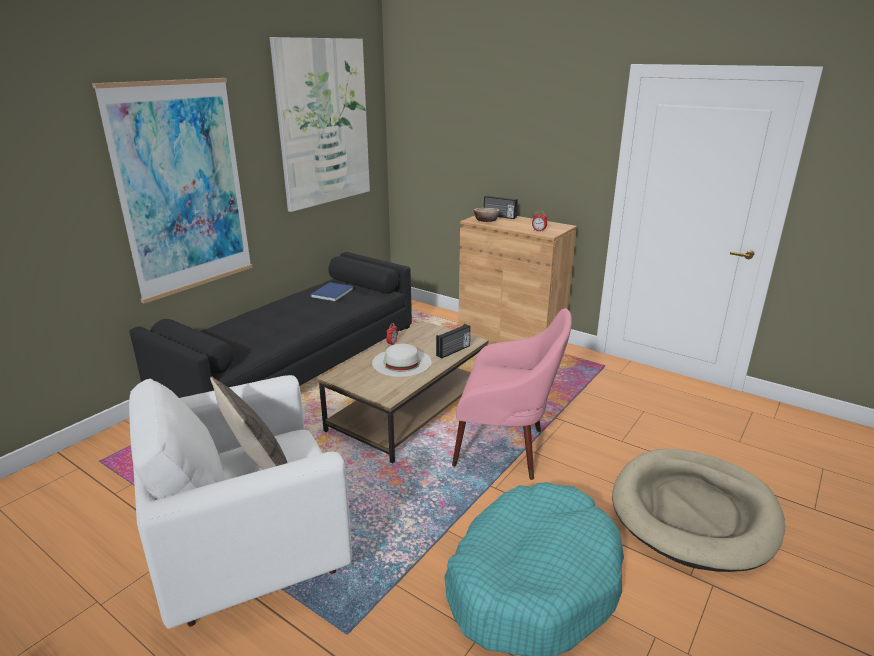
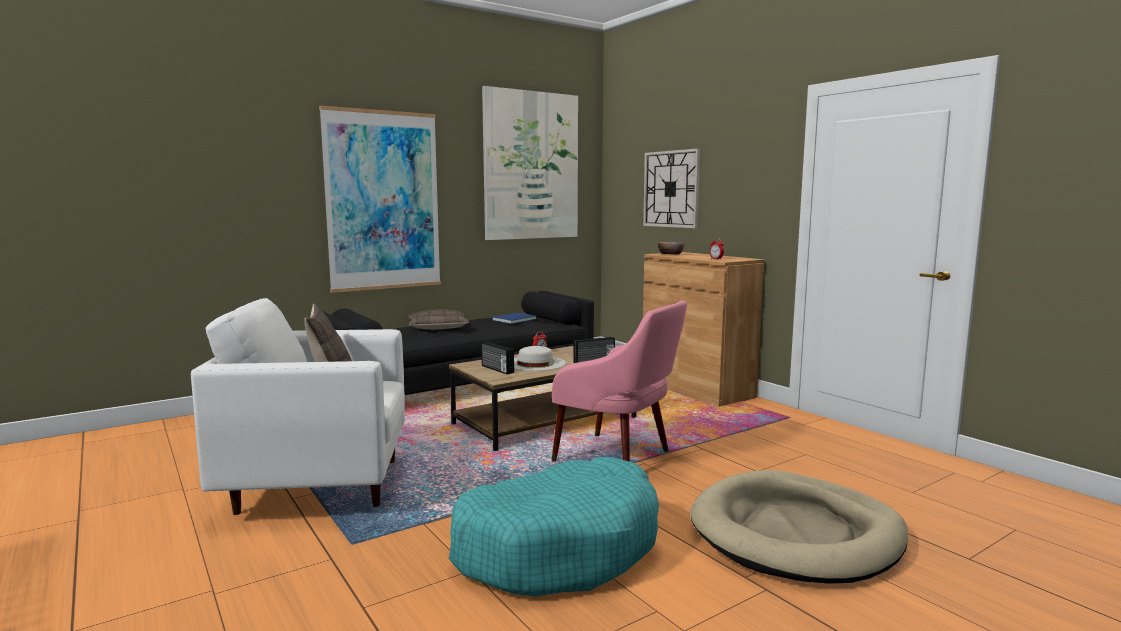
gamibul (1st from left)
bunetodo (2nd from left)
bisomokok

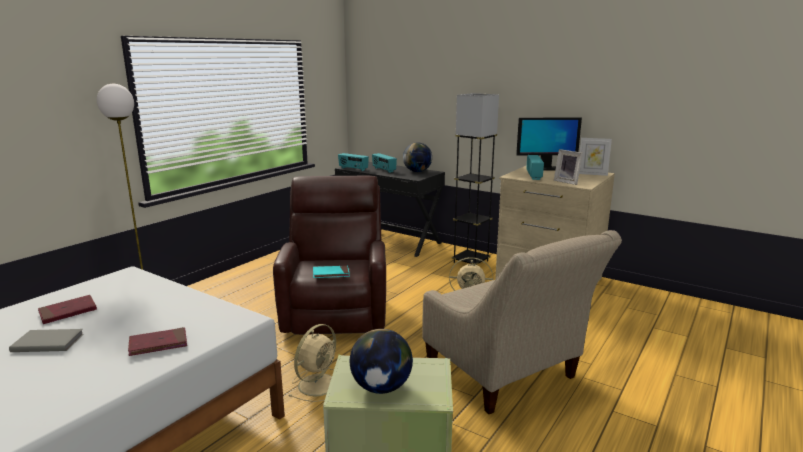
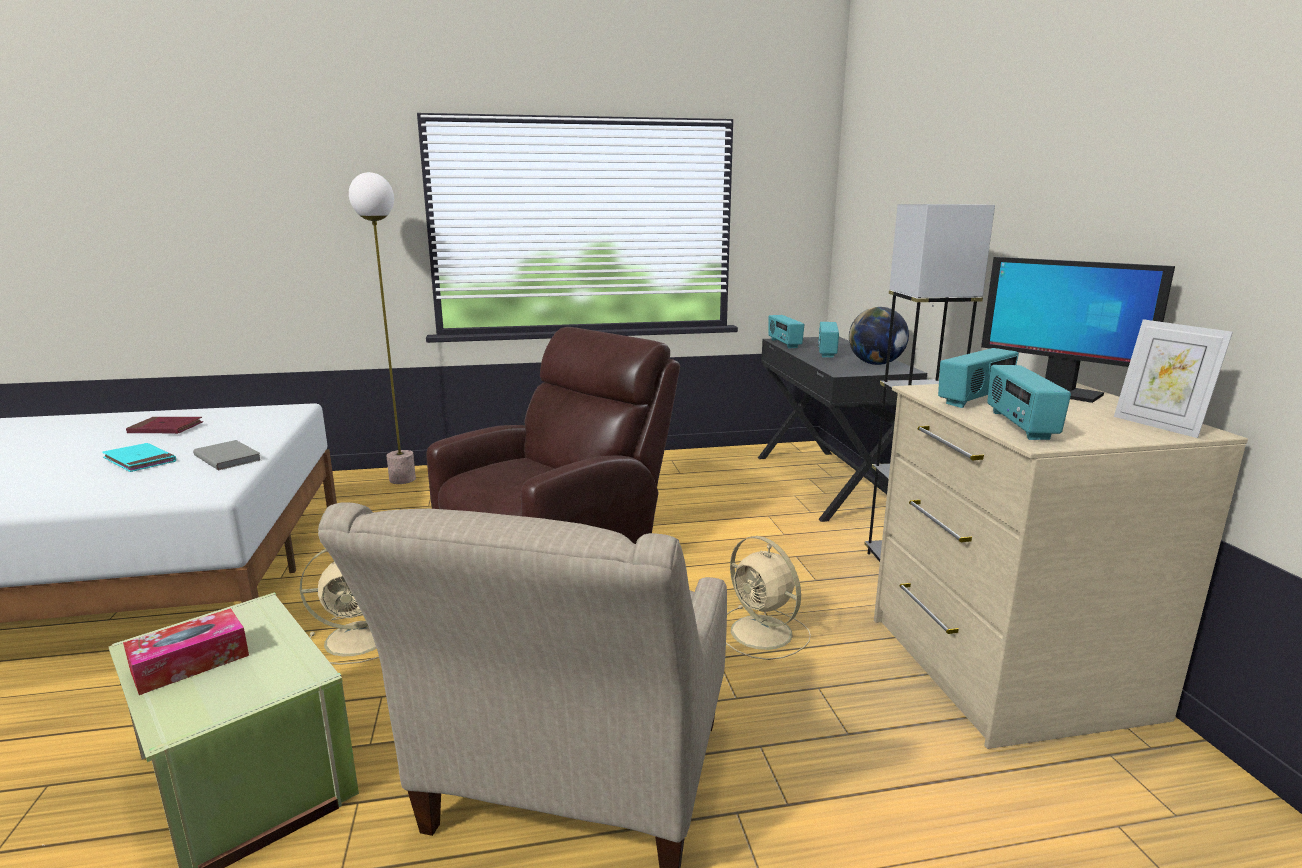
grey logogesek
red logogesek (2nd from left in the first image)
turquoise logogesek
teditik
gamibul (4th from left)

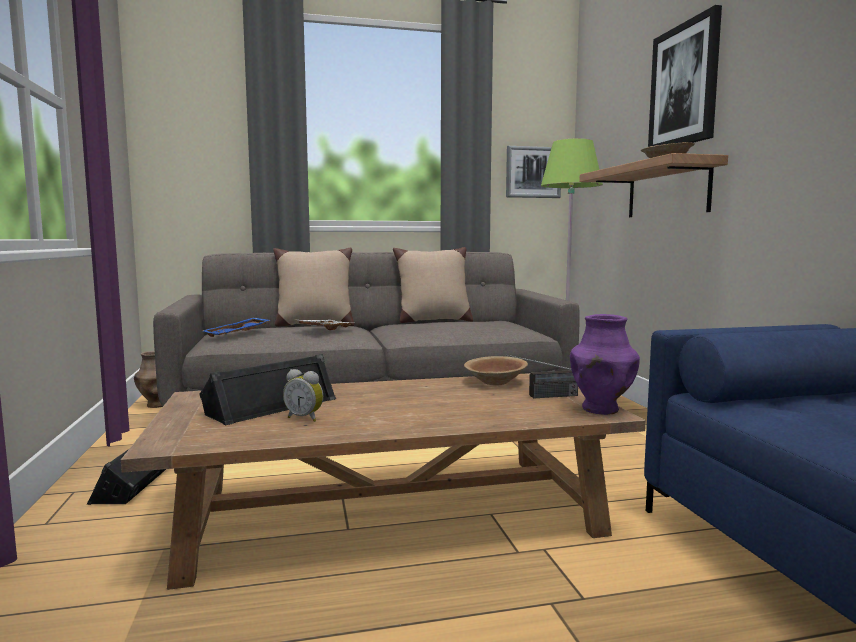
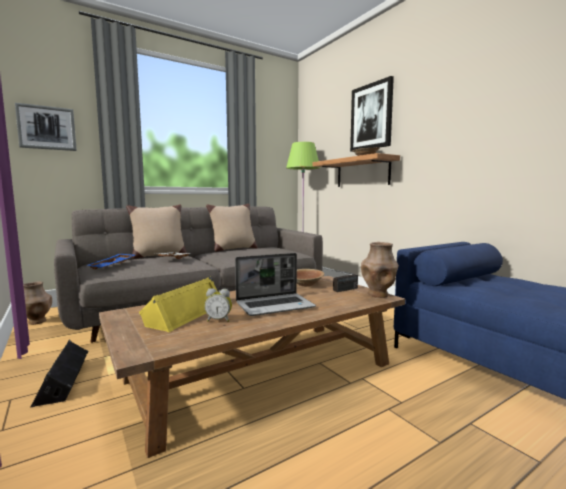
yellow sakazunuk
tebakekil (1st from left)
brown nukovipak (2nd from left)
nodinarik

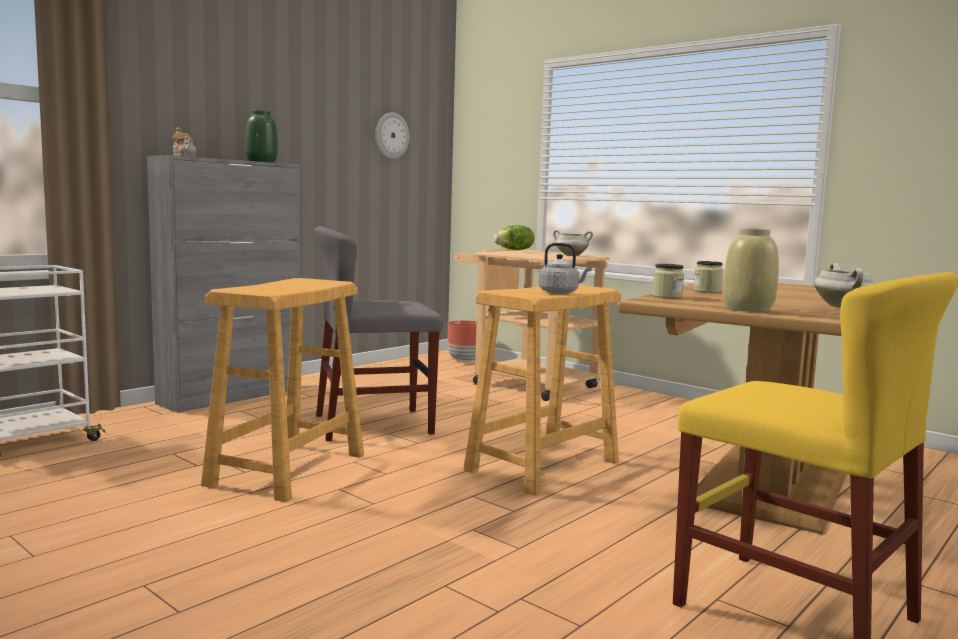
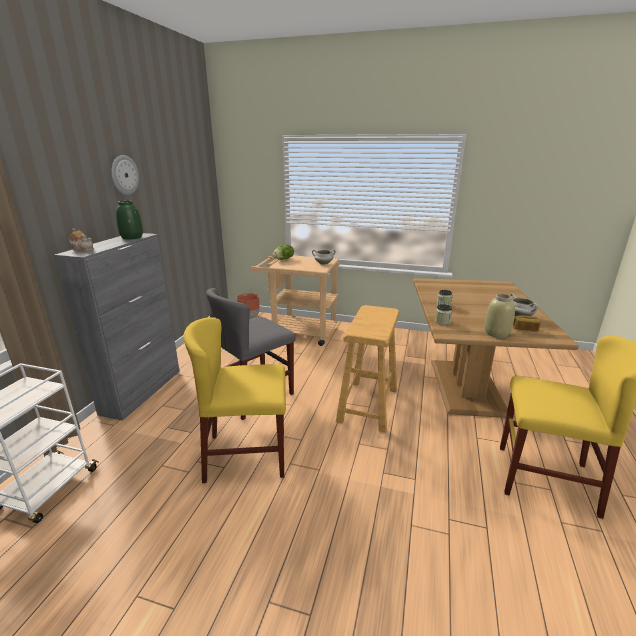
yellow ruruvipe (1st from left)
bisomokok
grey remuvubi
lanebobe

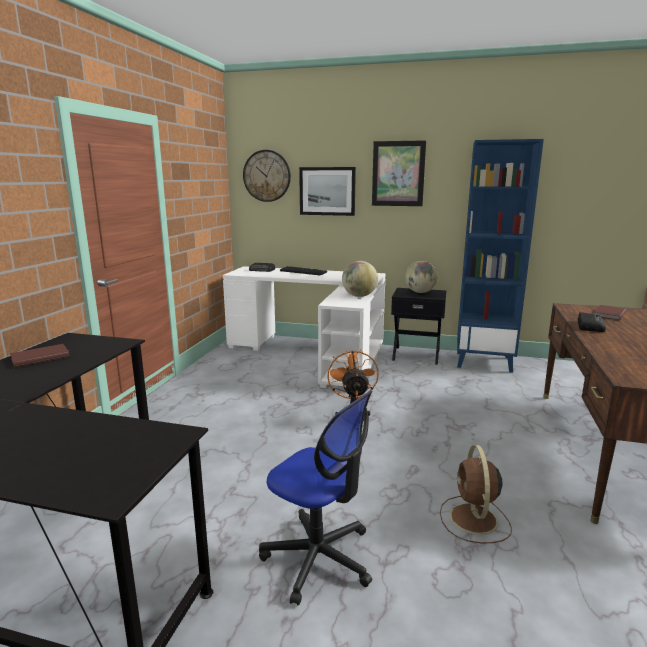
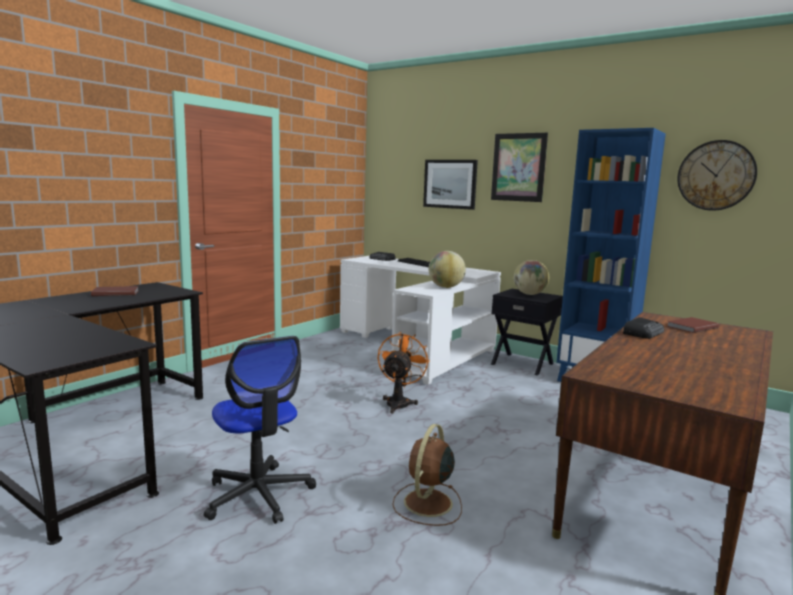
bisomokok

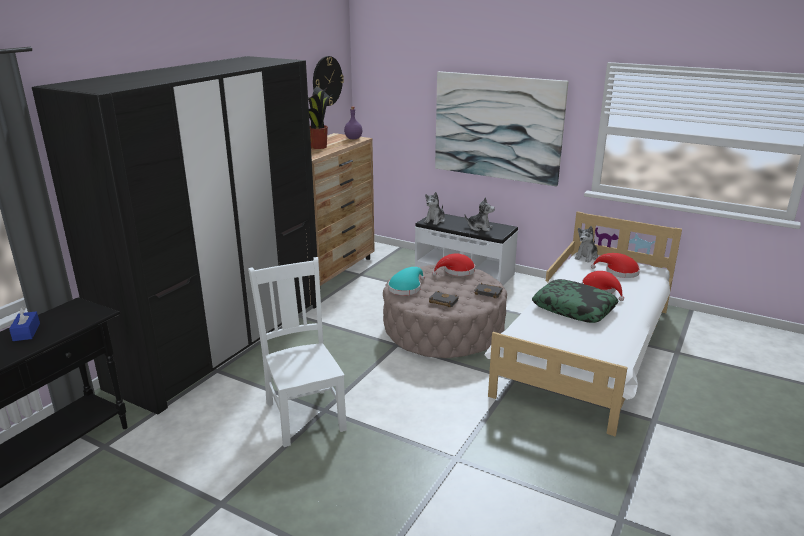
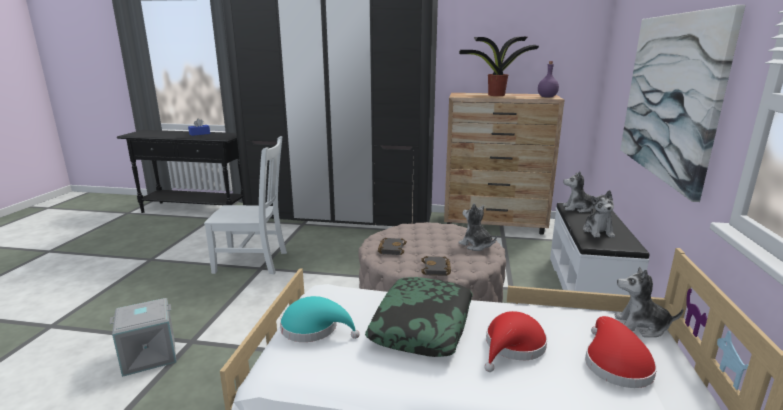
white ruruvipe
bisomokok
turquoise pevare
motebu (1st from left)
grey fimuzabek

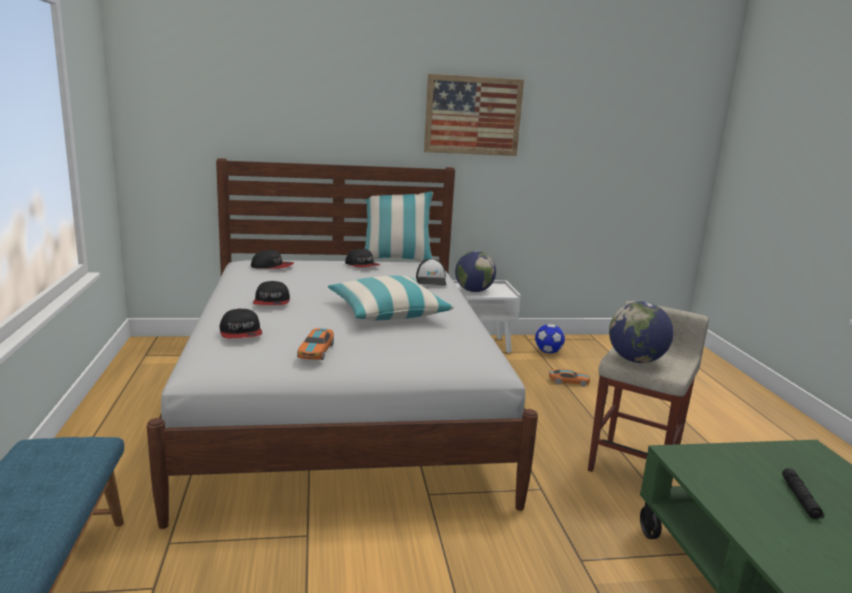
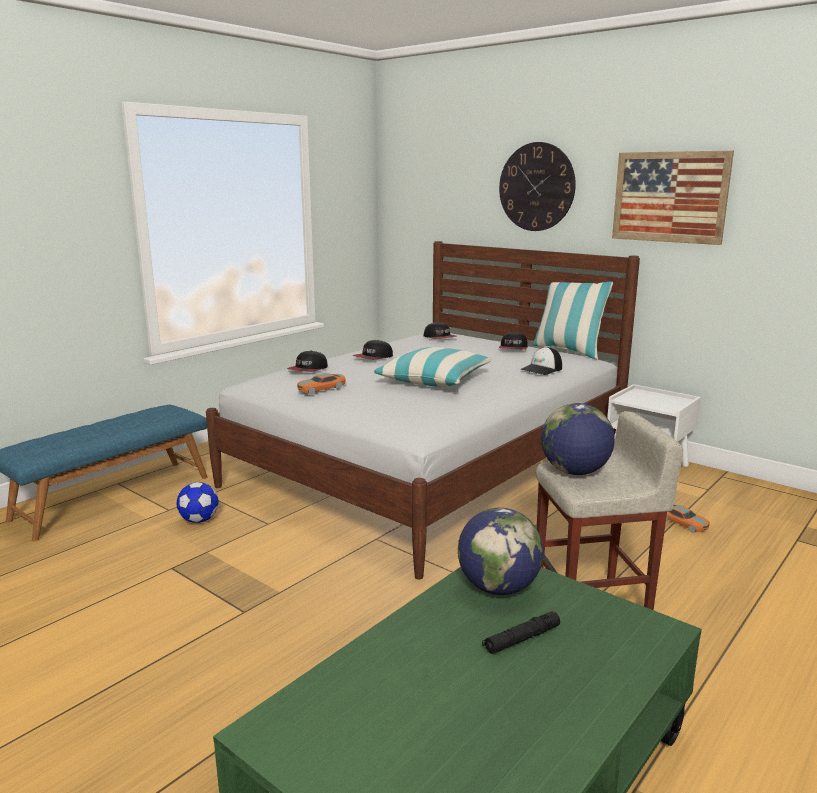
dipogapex (1st from left)
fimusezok
bisomokok

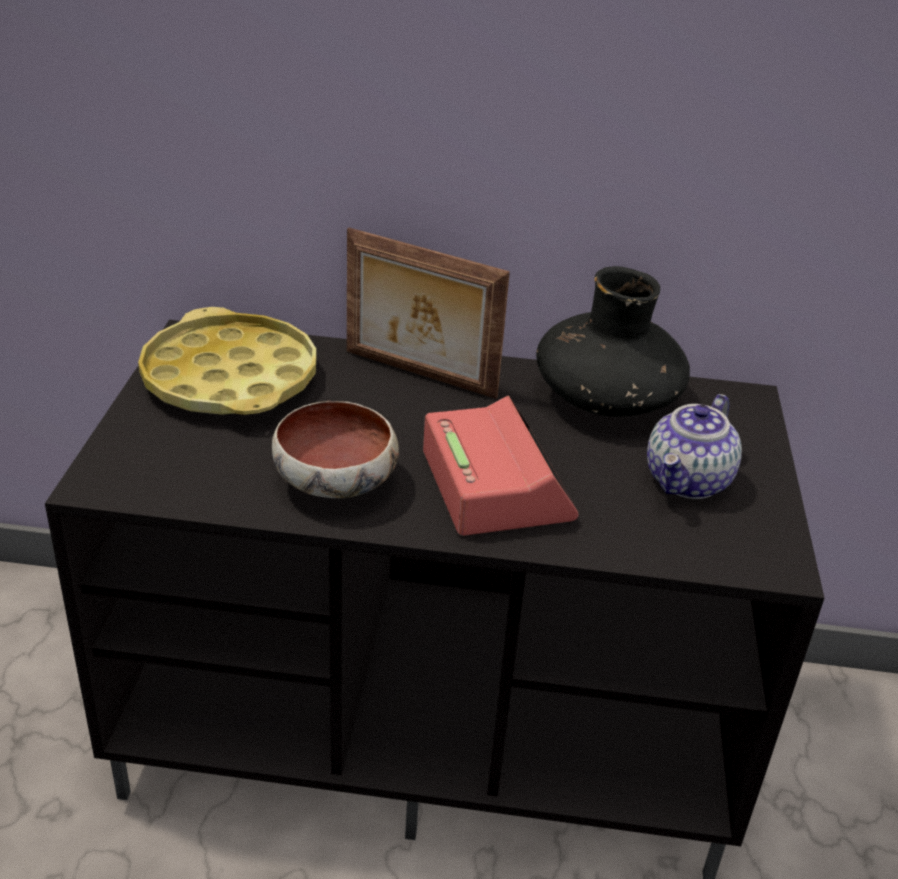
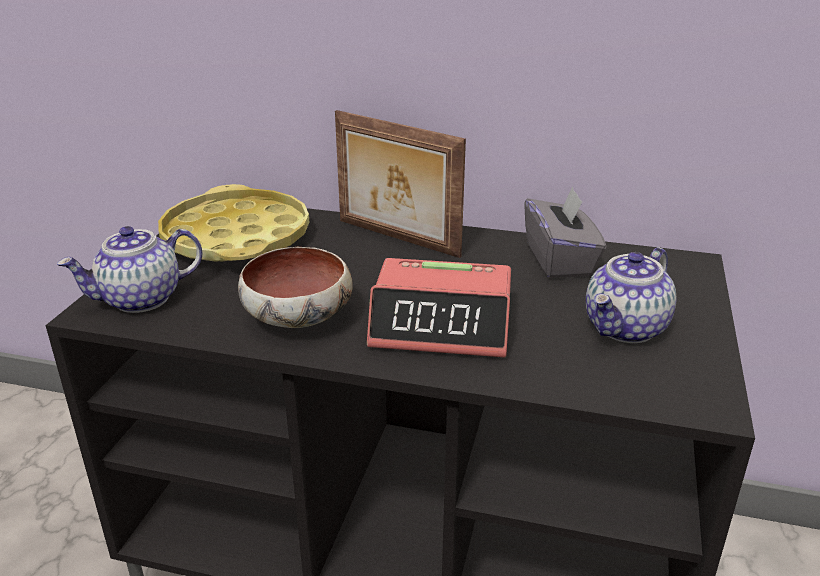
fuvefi
grey teditik
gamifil (1st from left)

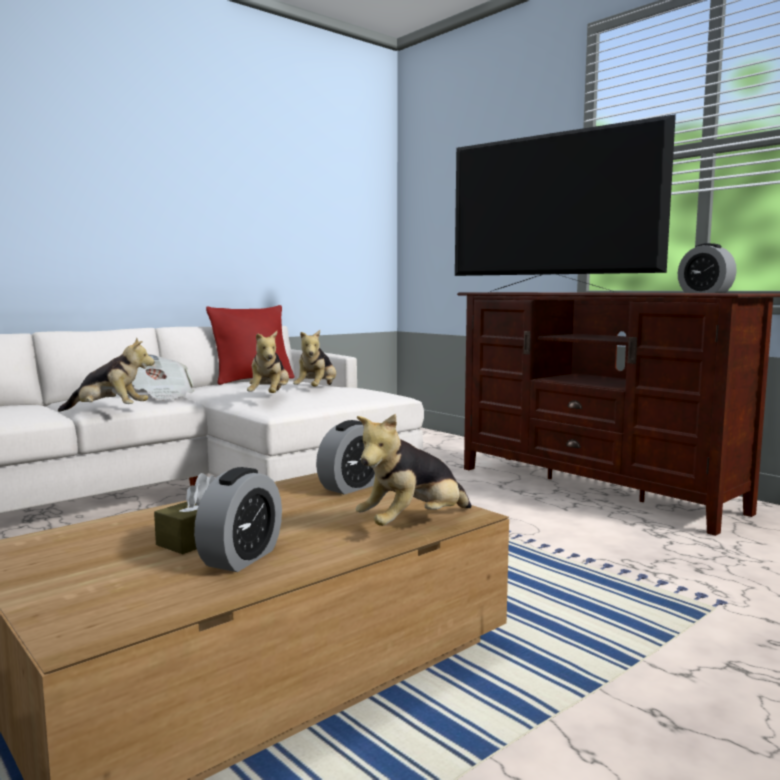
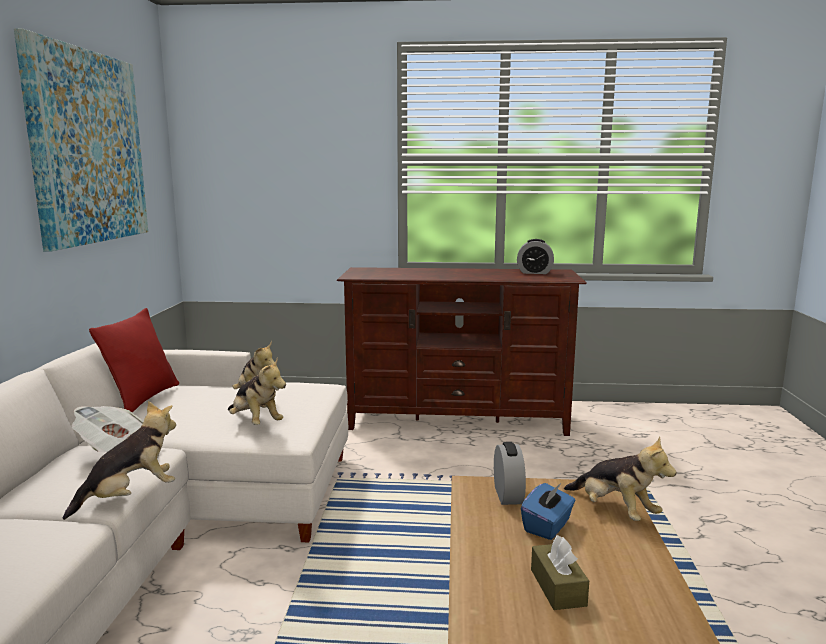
fuvefi (1st from left in the first image)
motebu (4th from left)
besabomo
tebakekil
blue teditik

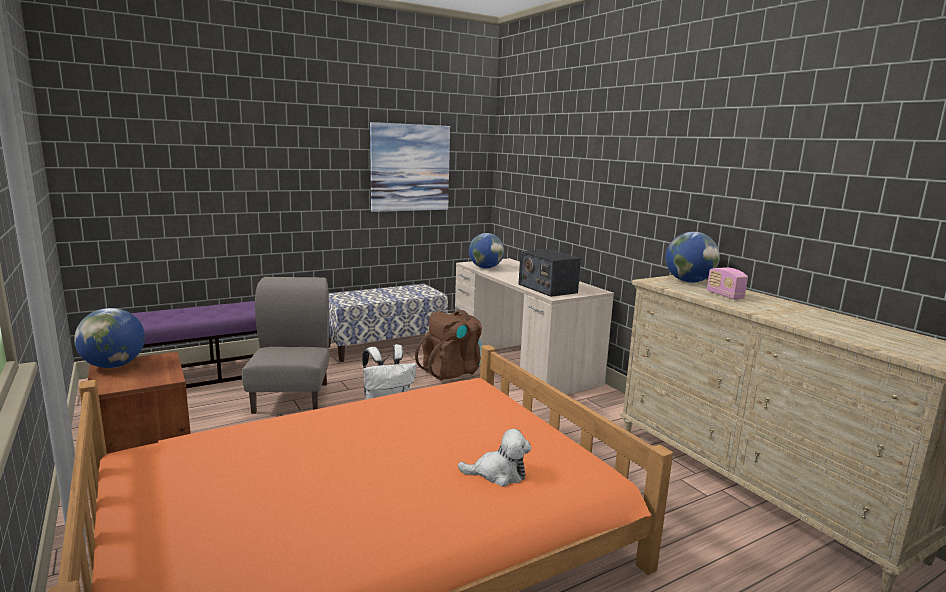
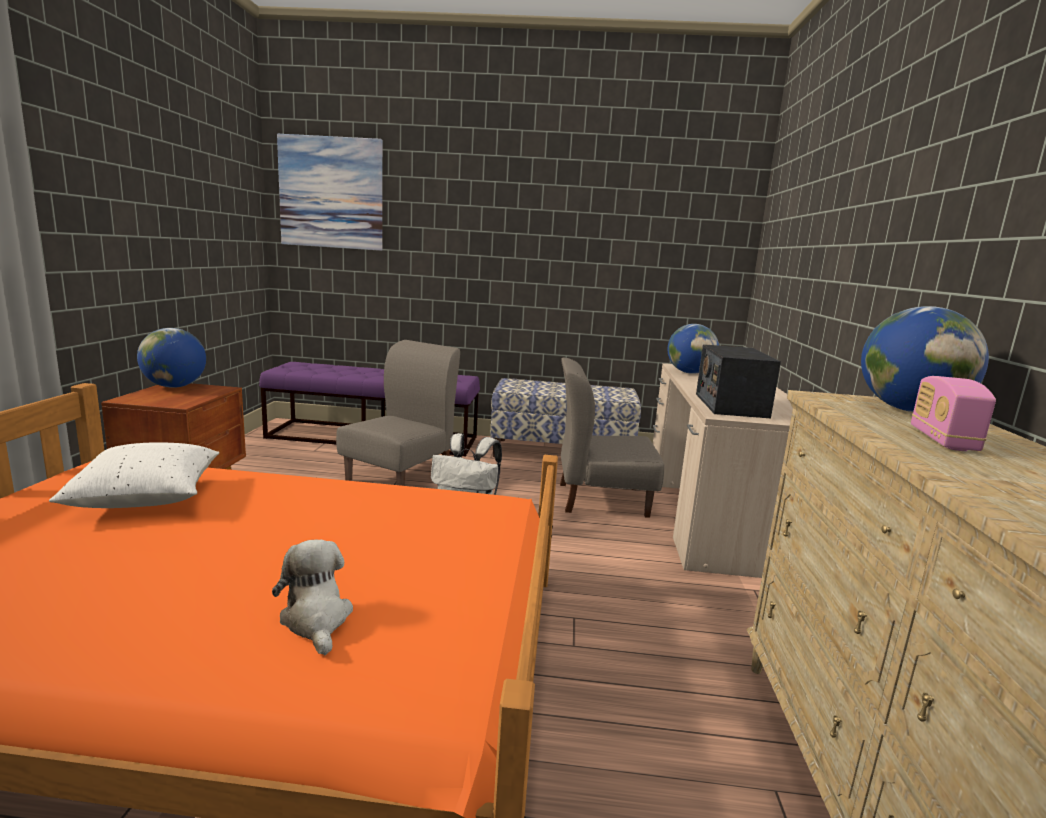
tebakekil
grey ruruvipe (2nd from left)
motebu
white bunetodo

